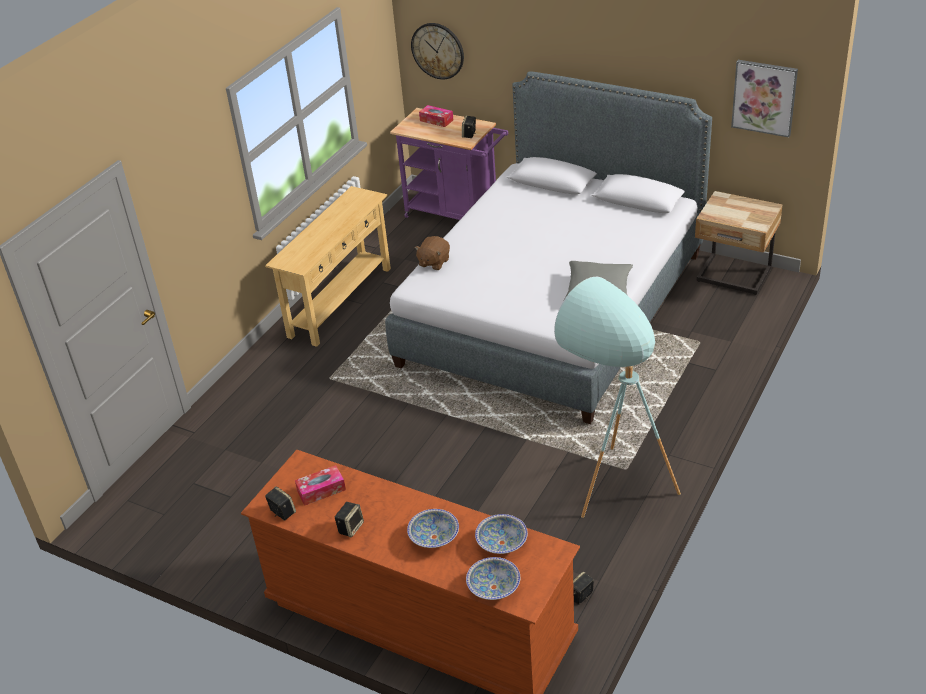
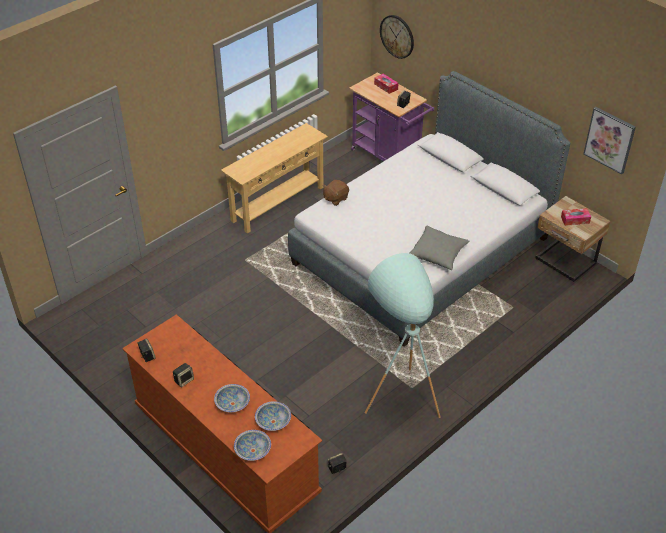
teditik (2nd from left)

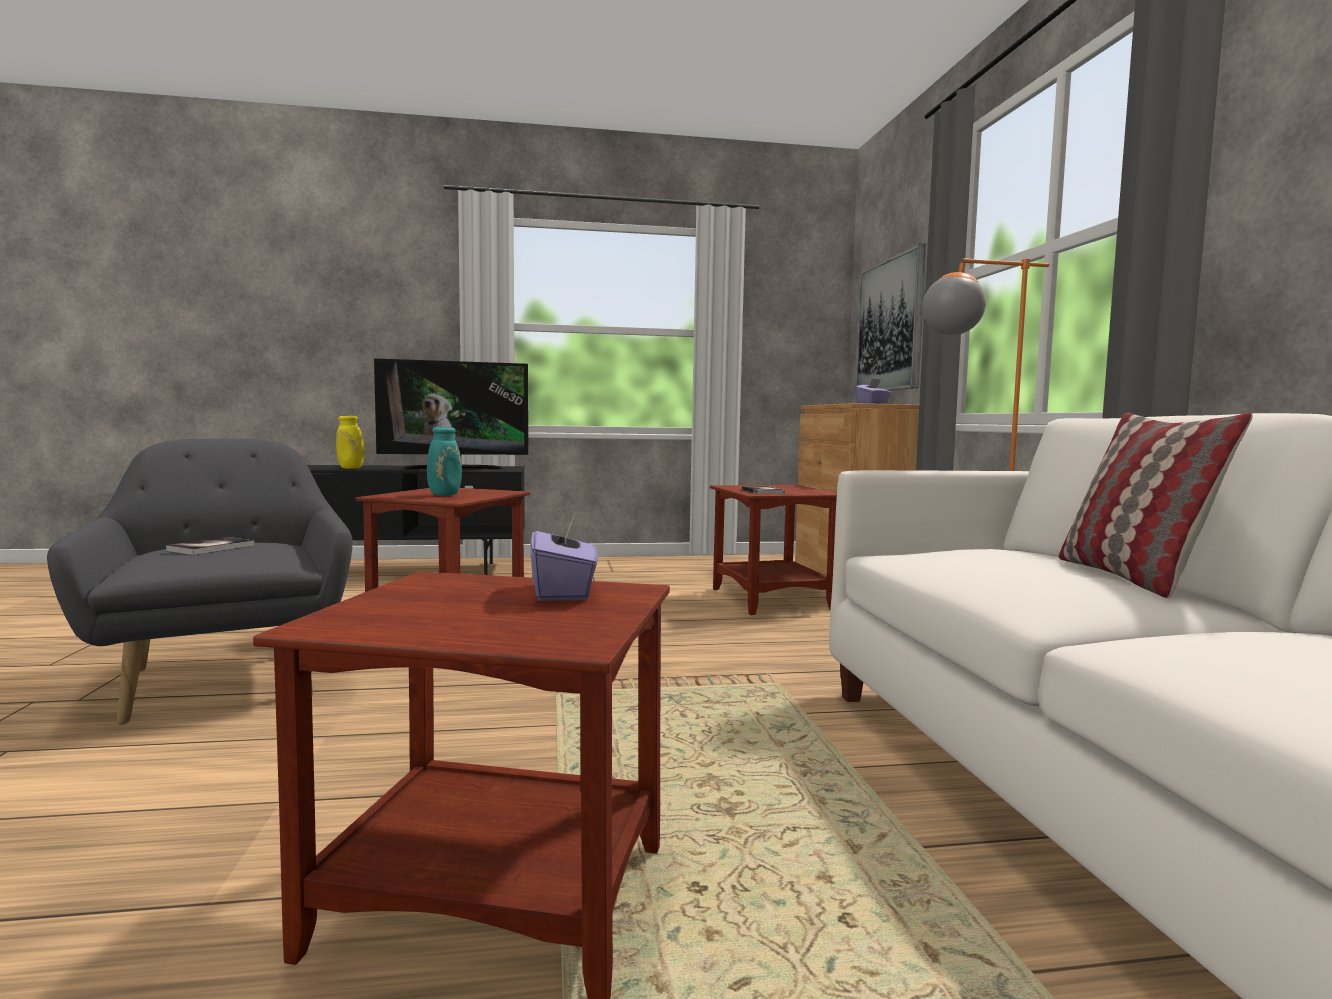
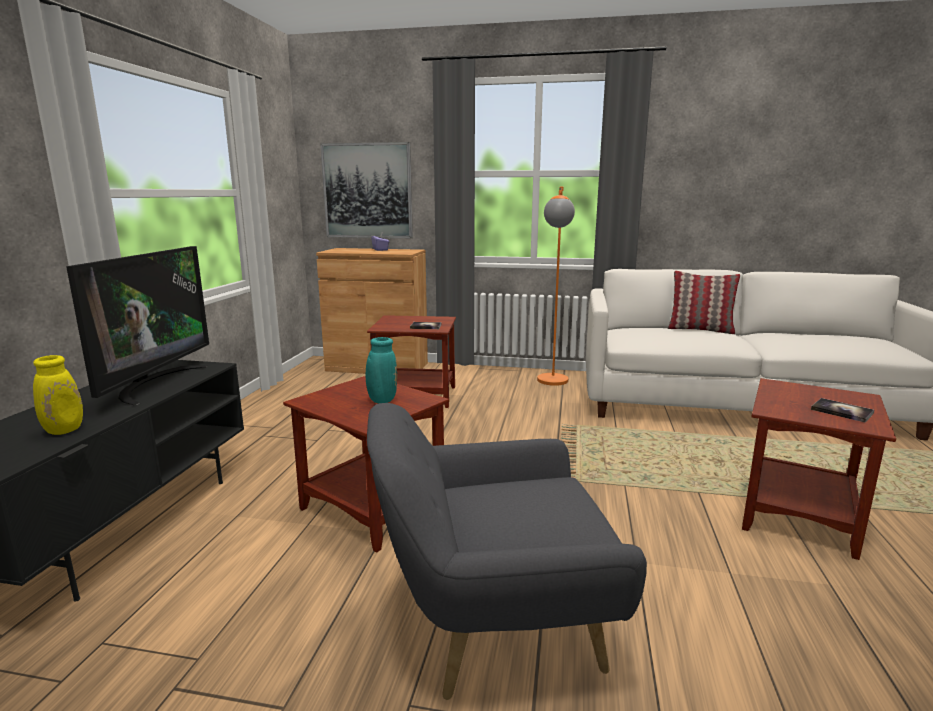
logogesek (2nd from left)
purple teditik (1st from left in the first image)

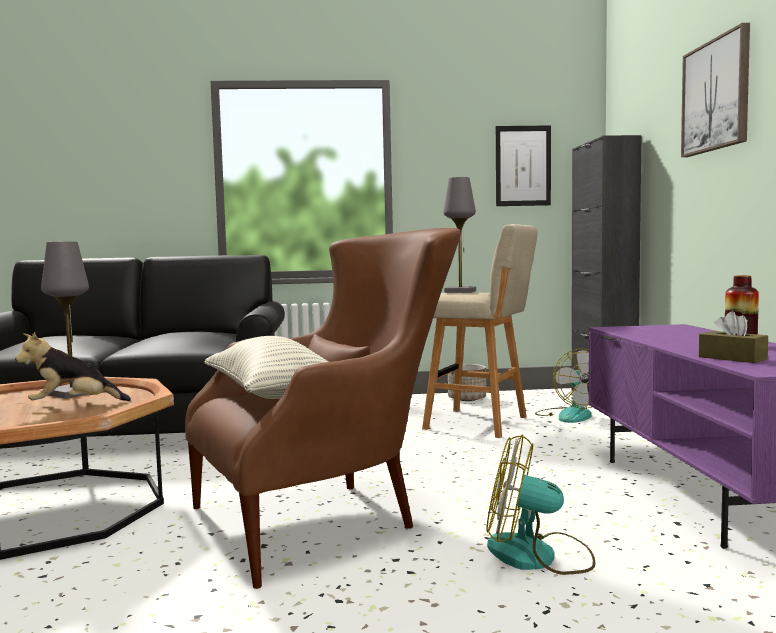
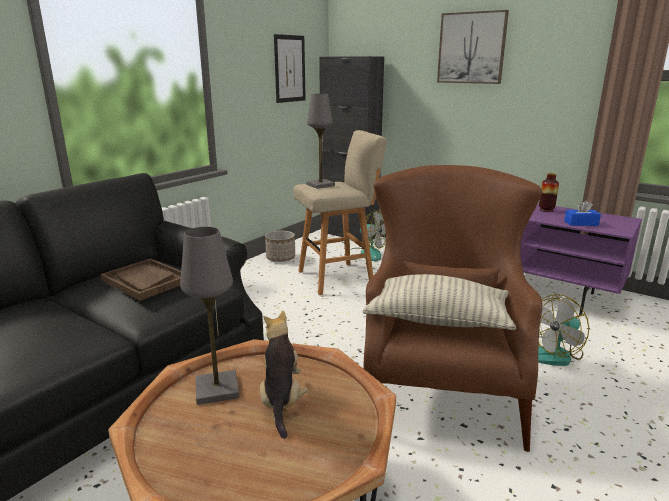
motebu
blue teditik
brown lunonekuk

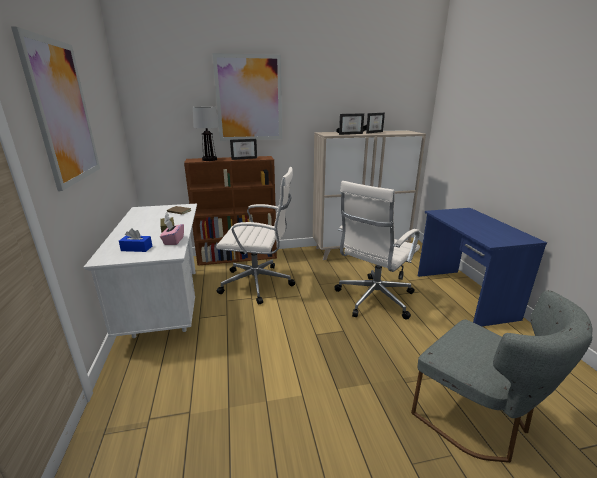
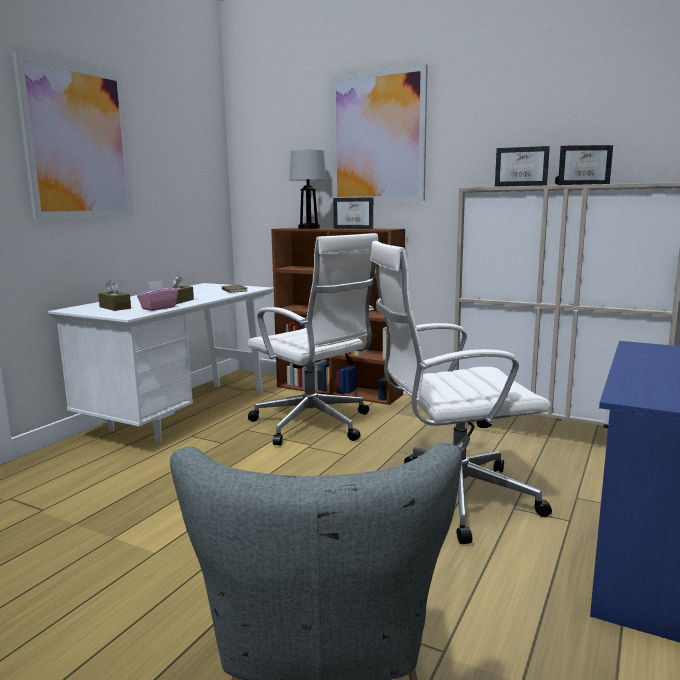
brown teditik (1st from left)

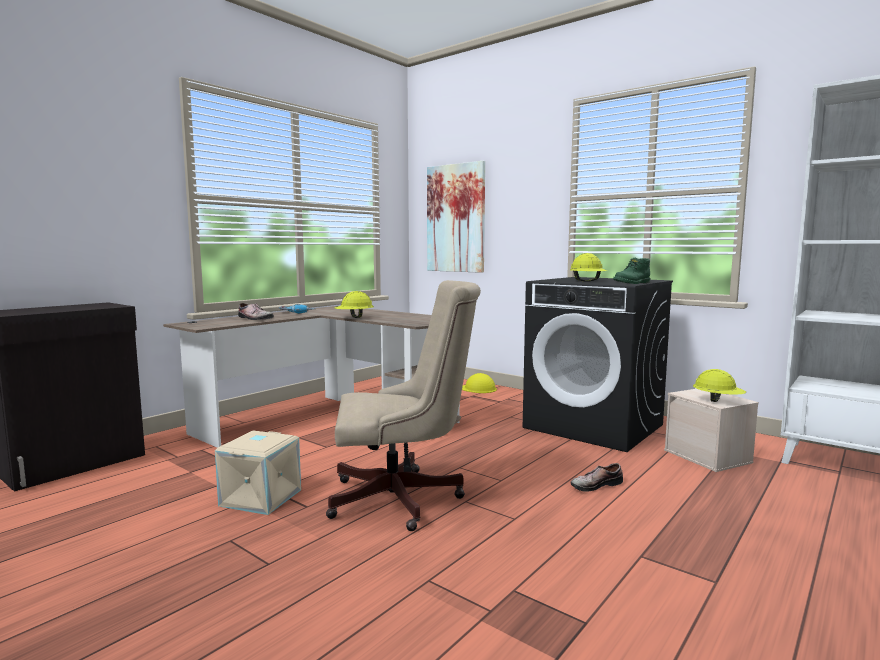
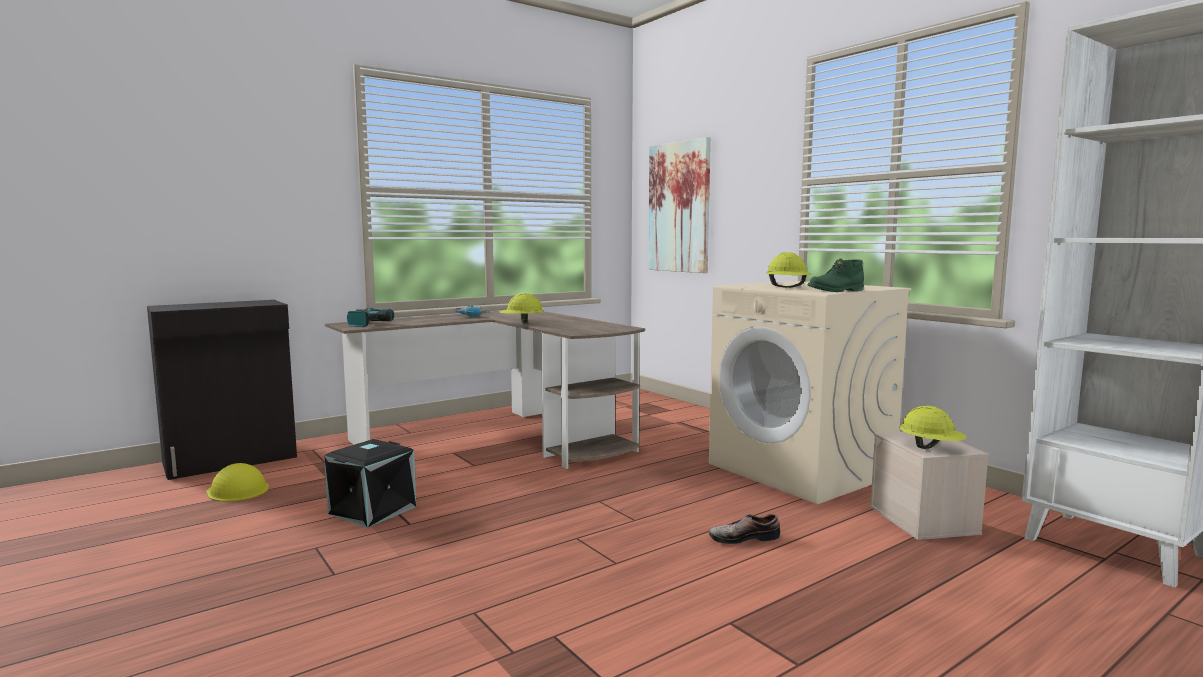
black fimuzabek
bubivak (1st from left in the first image)
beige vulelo
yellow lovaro (1st from left)
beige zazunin
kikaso (1st from left)

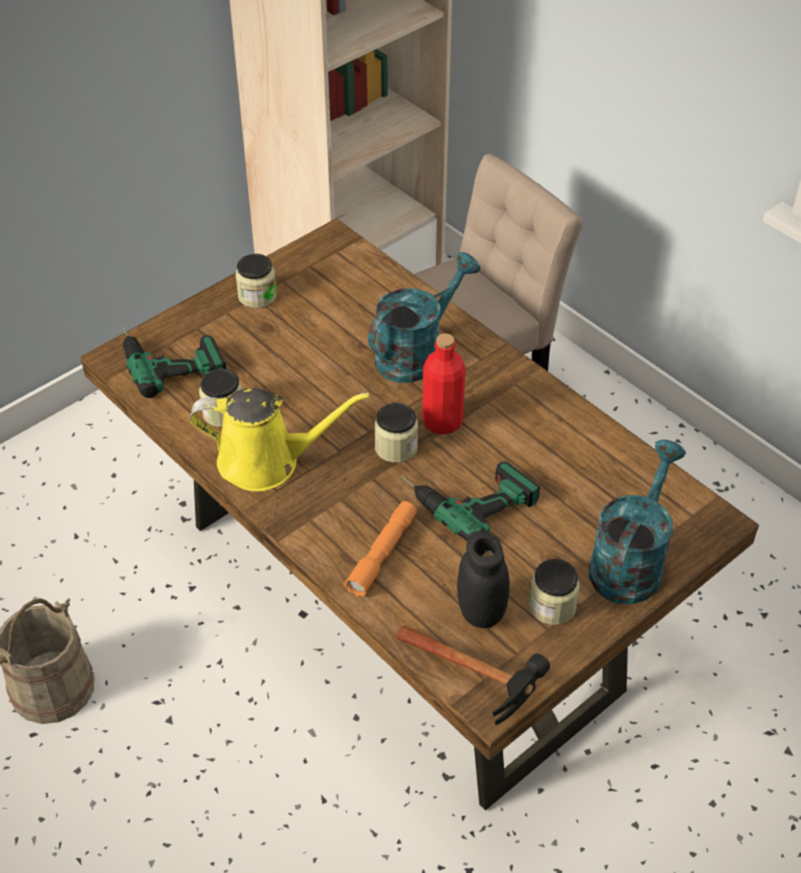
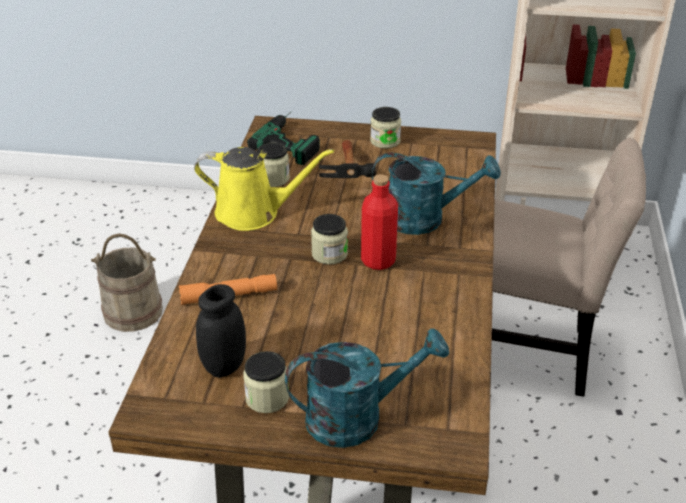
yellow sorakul
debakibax
kikaso (2nd from left in the first image)

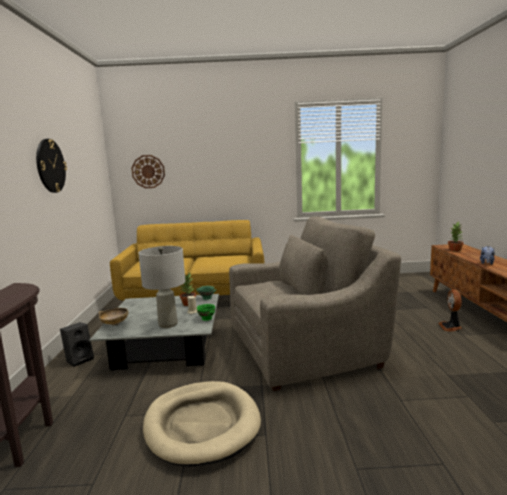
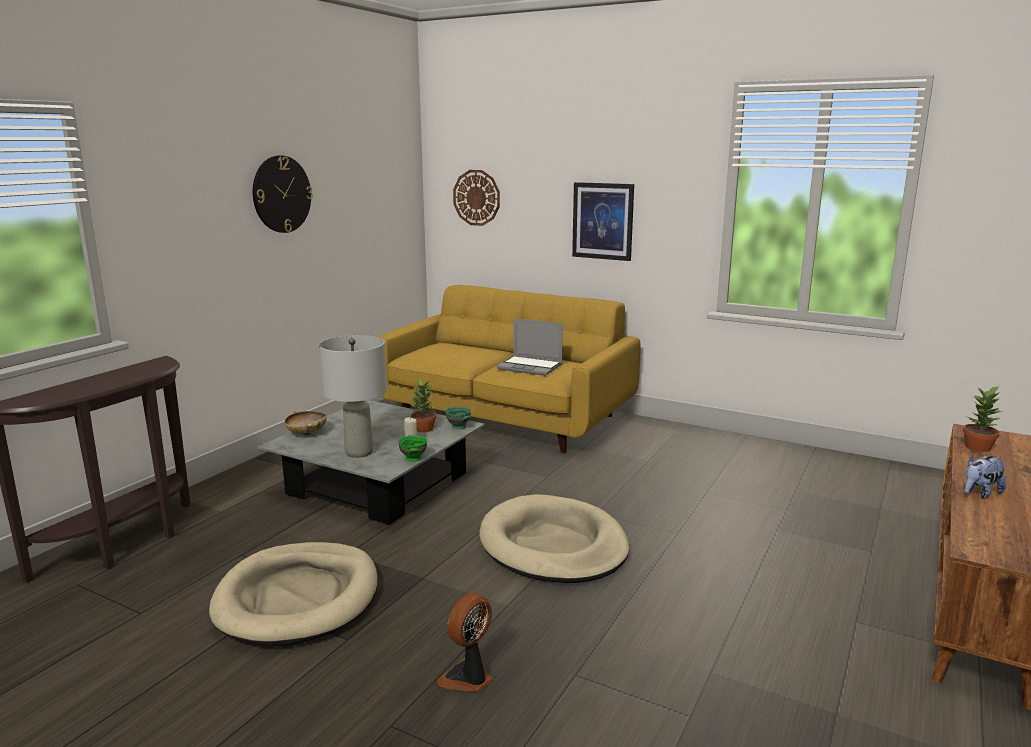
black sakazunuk
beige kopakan (2nd from left)
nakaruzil
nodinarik
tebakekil

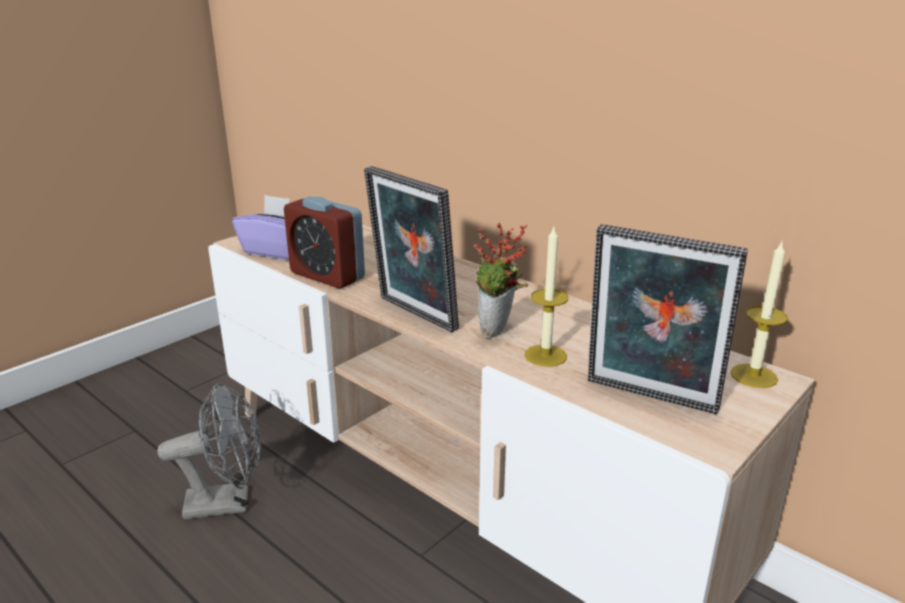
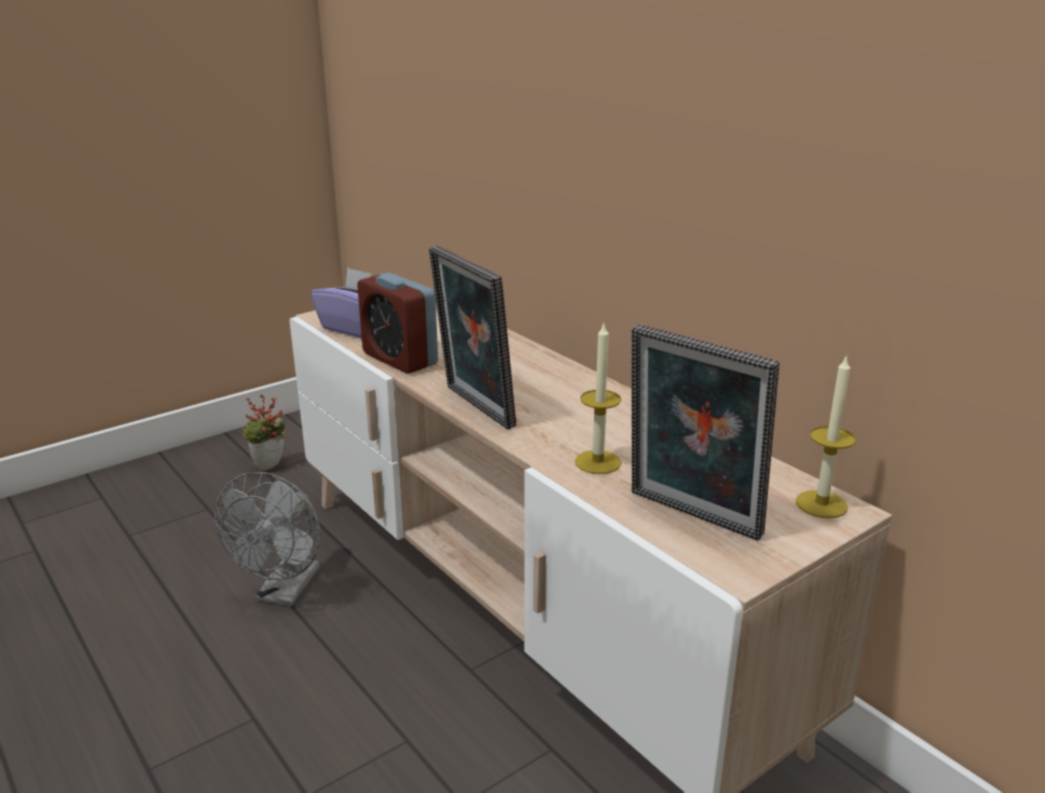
grey nakaruzil
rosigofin

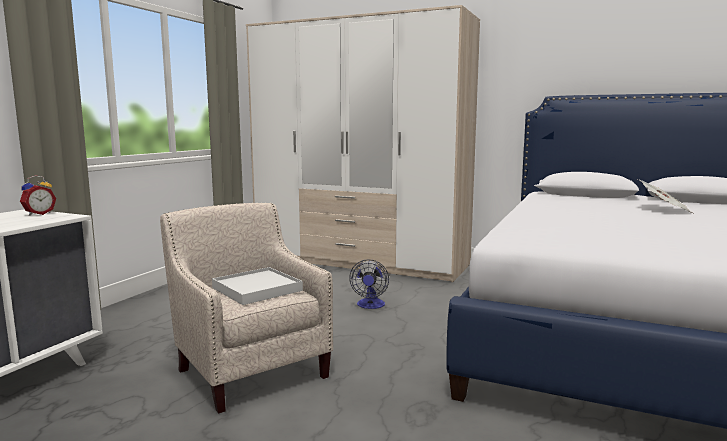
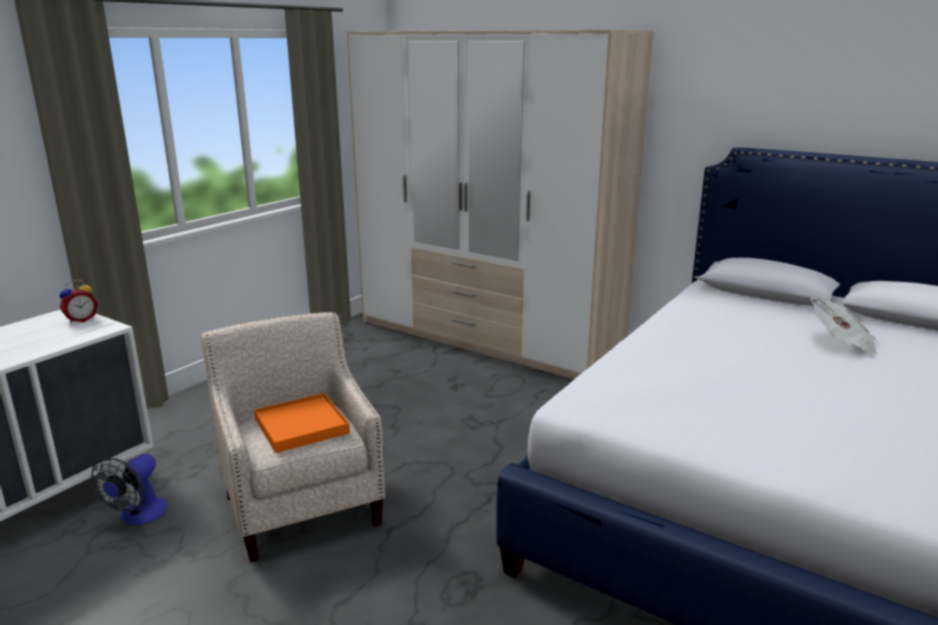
orange lunonekuk
nakaruzil

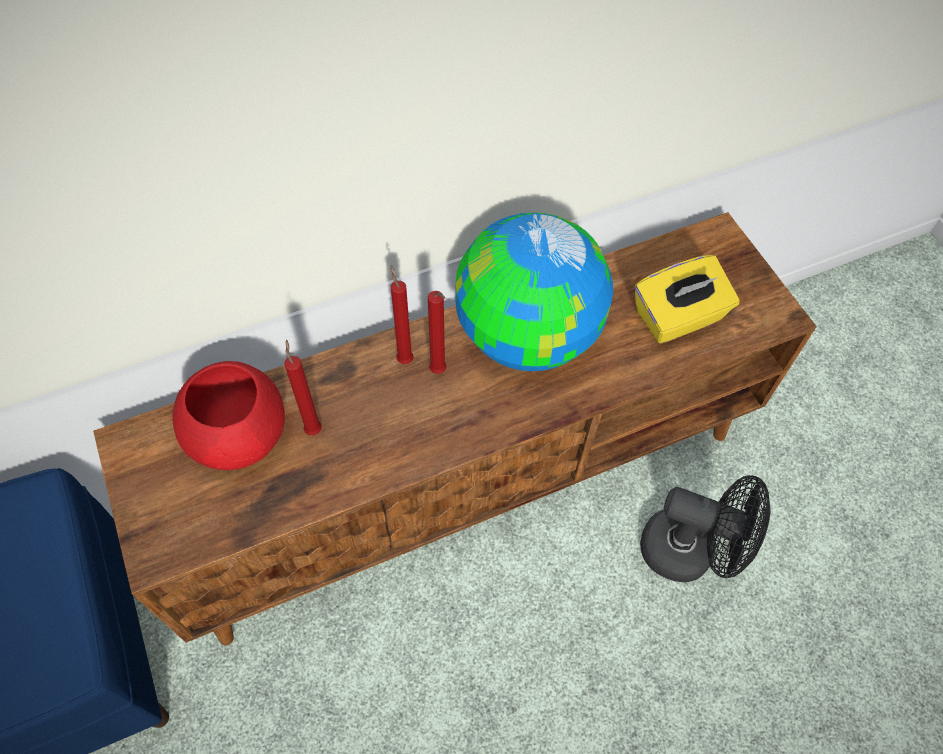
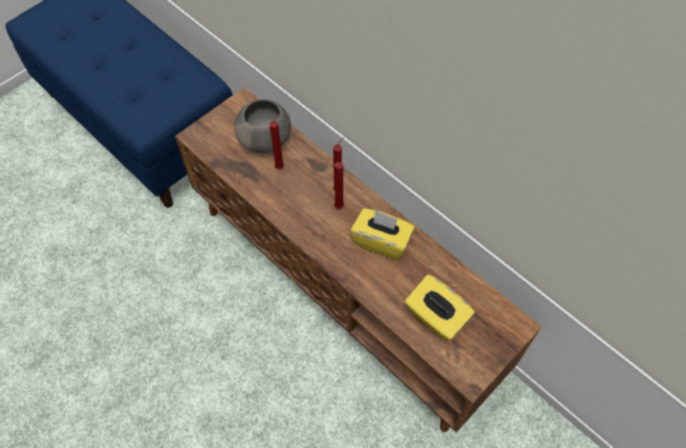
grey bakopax
yellow teditik (1st from left)
black nakaruzil

